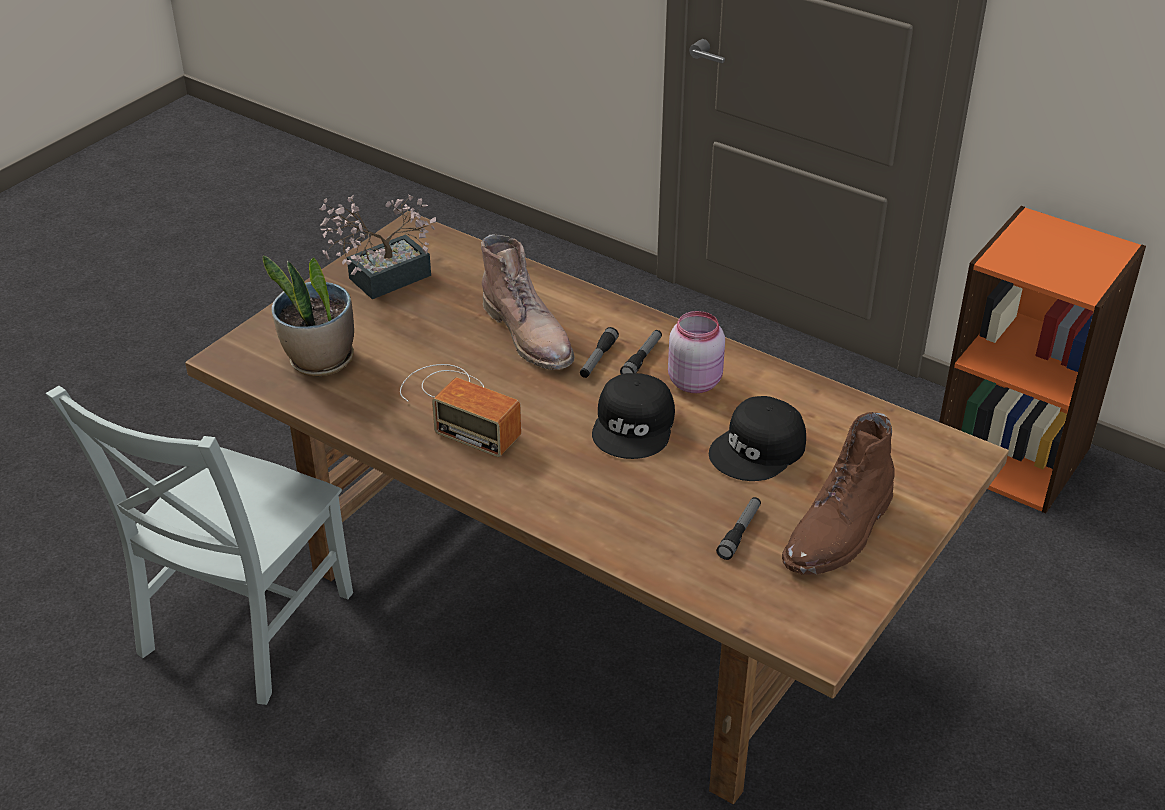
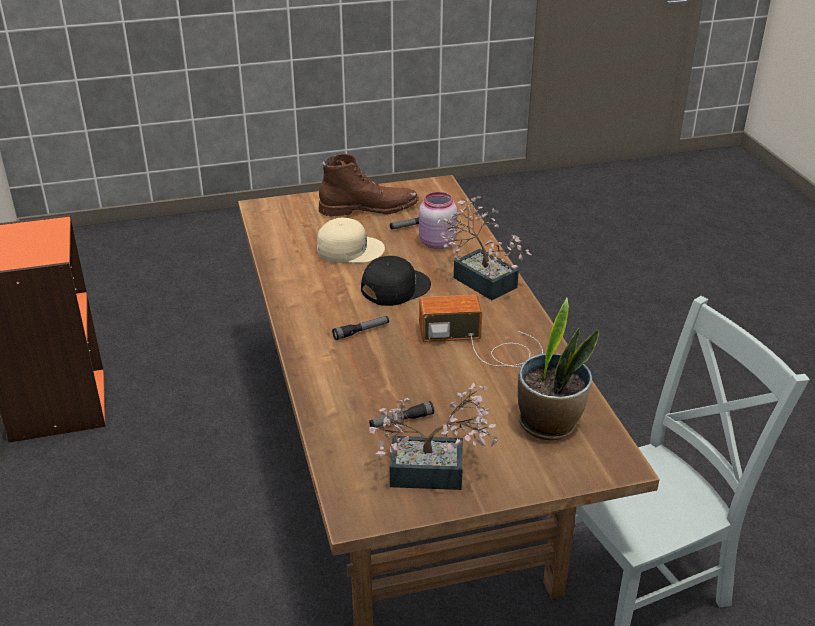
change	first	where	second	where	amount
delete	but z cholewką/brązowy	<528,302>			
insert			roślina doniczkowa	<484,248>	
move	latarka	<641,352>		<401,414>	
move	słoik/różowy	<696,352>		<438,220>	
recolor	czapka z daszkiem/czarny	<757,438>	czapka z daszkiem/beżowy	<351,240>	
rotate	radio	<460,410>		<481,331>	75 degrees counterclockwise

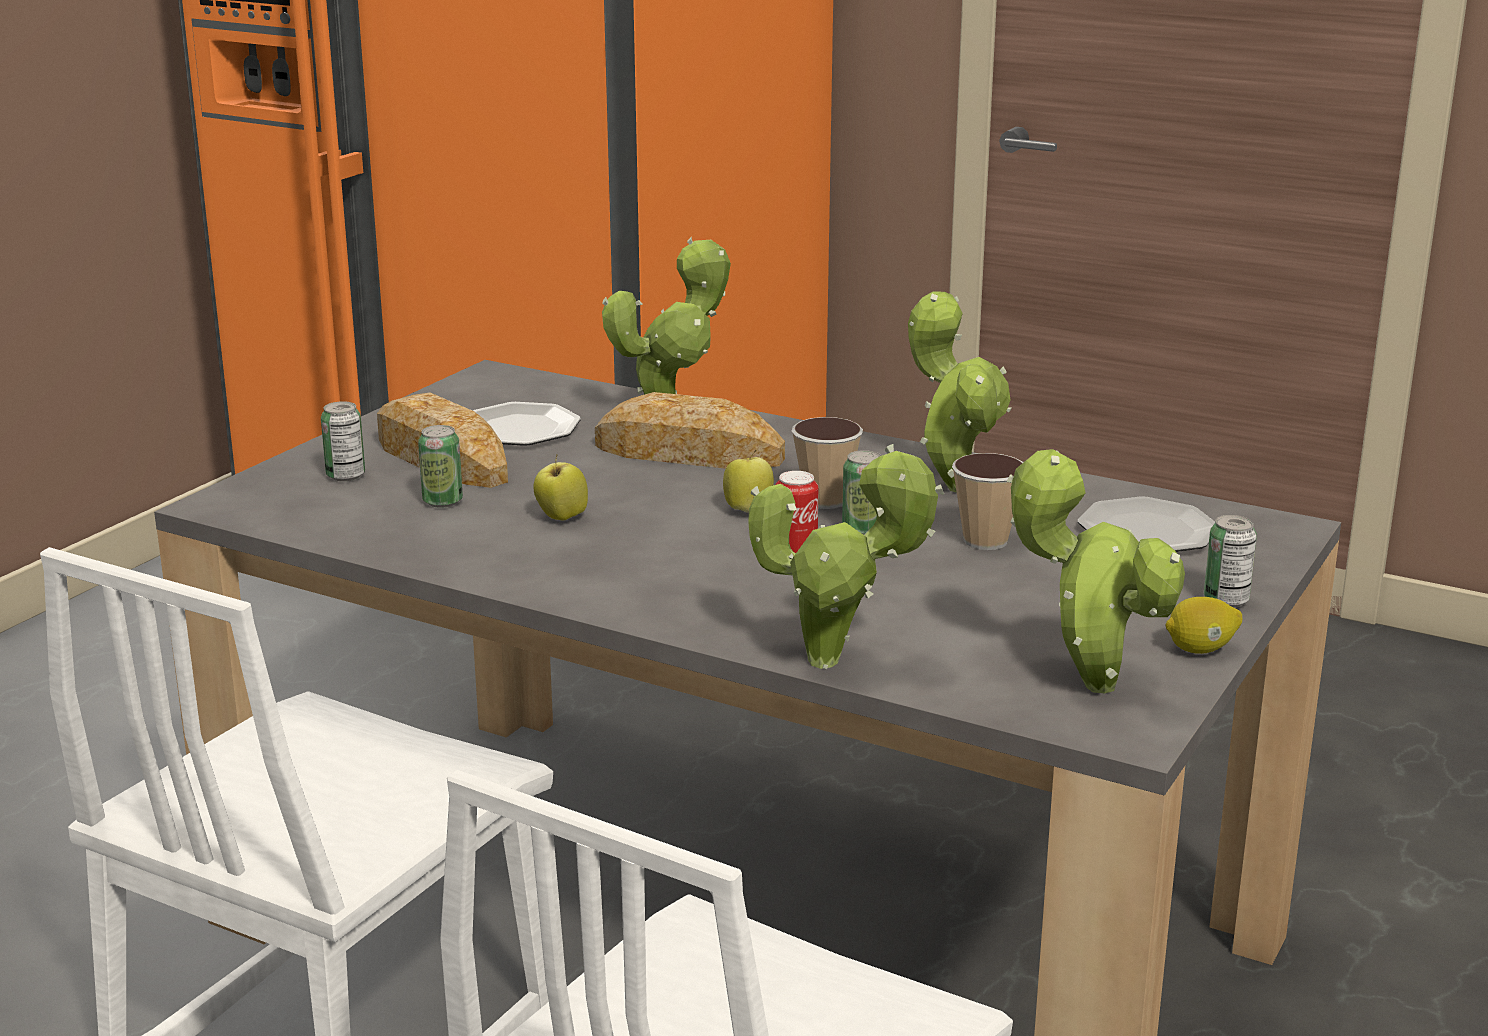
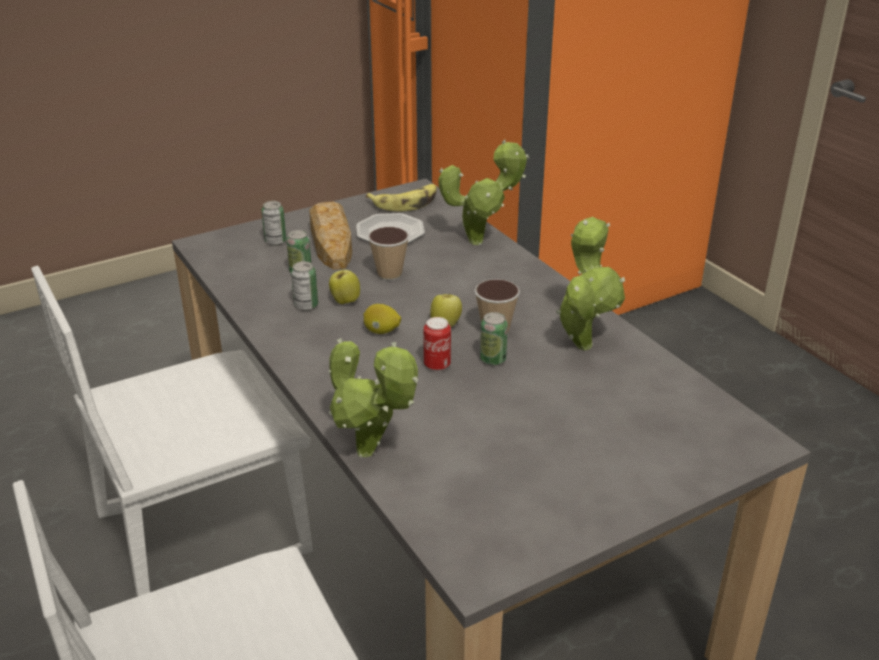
change	first	where	second	where	amount
delete	chleb	<690,430>			
delete	roślina doniczkowa	<1096,571>			
delete	talerz	<1146,524>			
insert			banan	<401,197>	
move	filiżanka	<987,501>		<388,254>	
move	cytryna	<1204,625>		<382,319>	
move	puszka	<1230,561>		<304,286>	

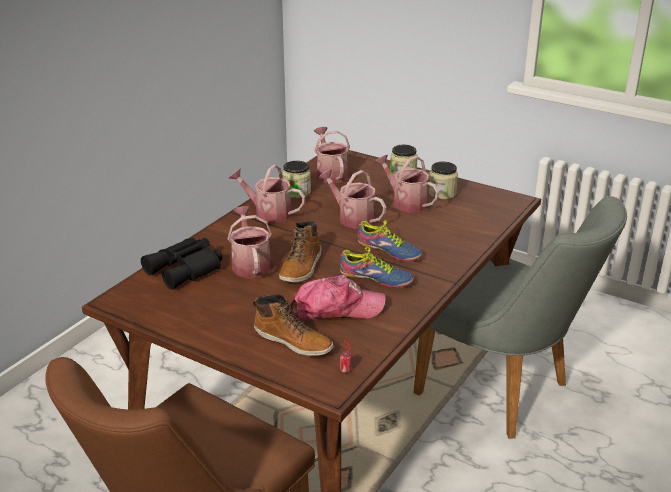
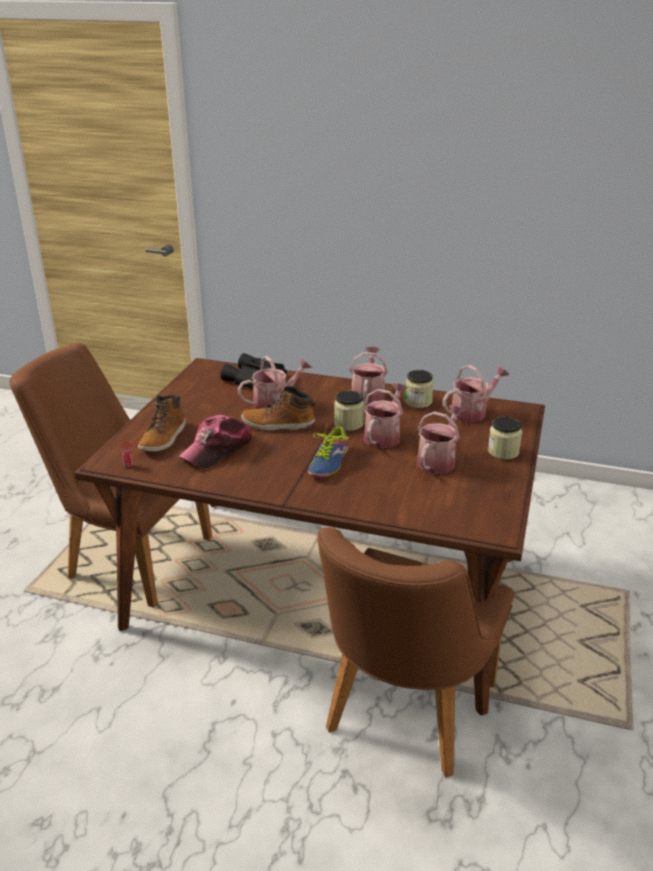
change	first	where	second	where	amount
delete	but	<377,267>			
move	słoik	<443,180>		<349,411>	
recolor	krzesło/szary	<520,318>	krzesło/brązowy	<415,652>	
rotate	czapka z daszkiem	<338,297>		<215,441>	60 degrees clockwise

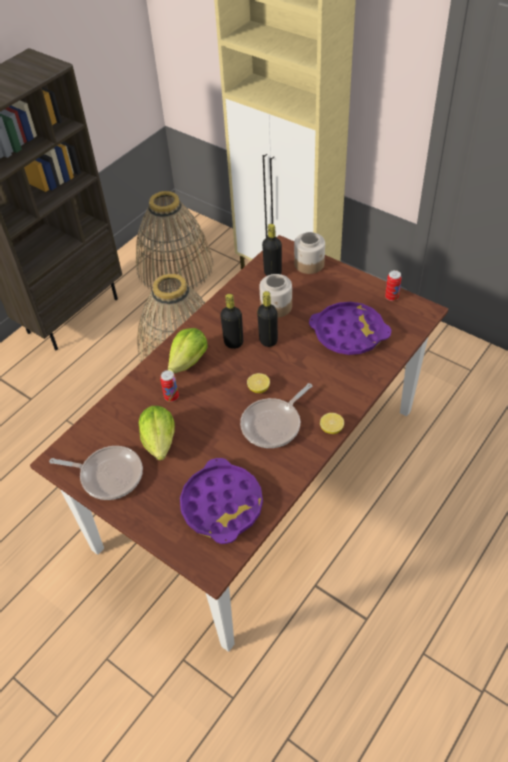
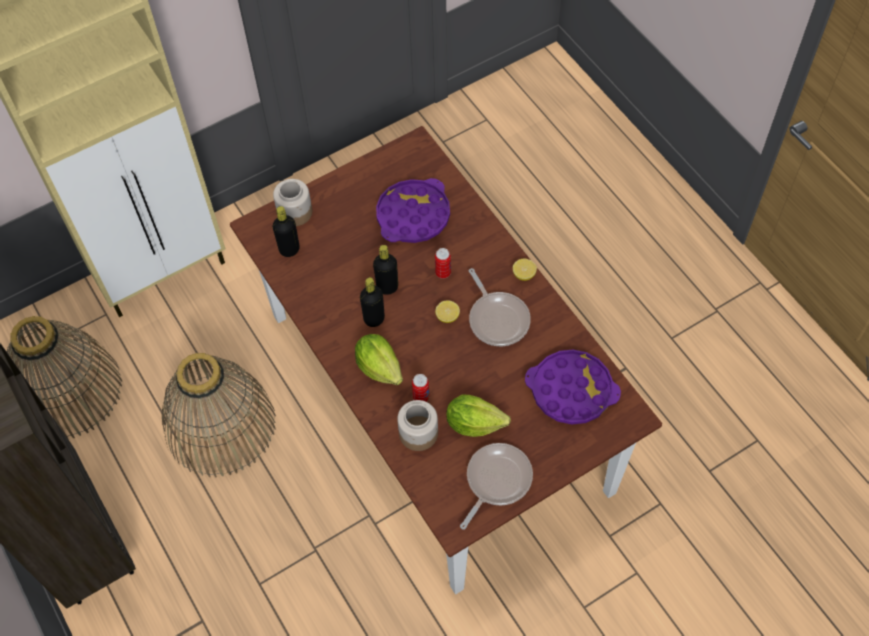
change	first	where	second	where	amount
move	słoik	<275,296>		<417,425>	
move	puszka	<393,285>		<443,263>	

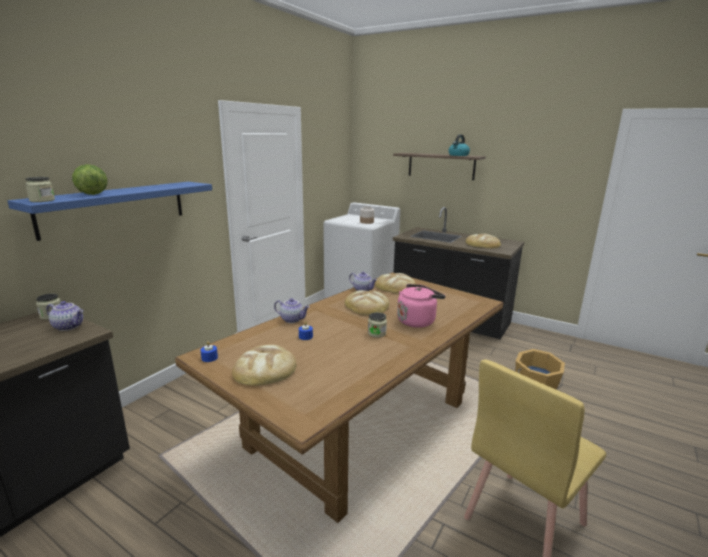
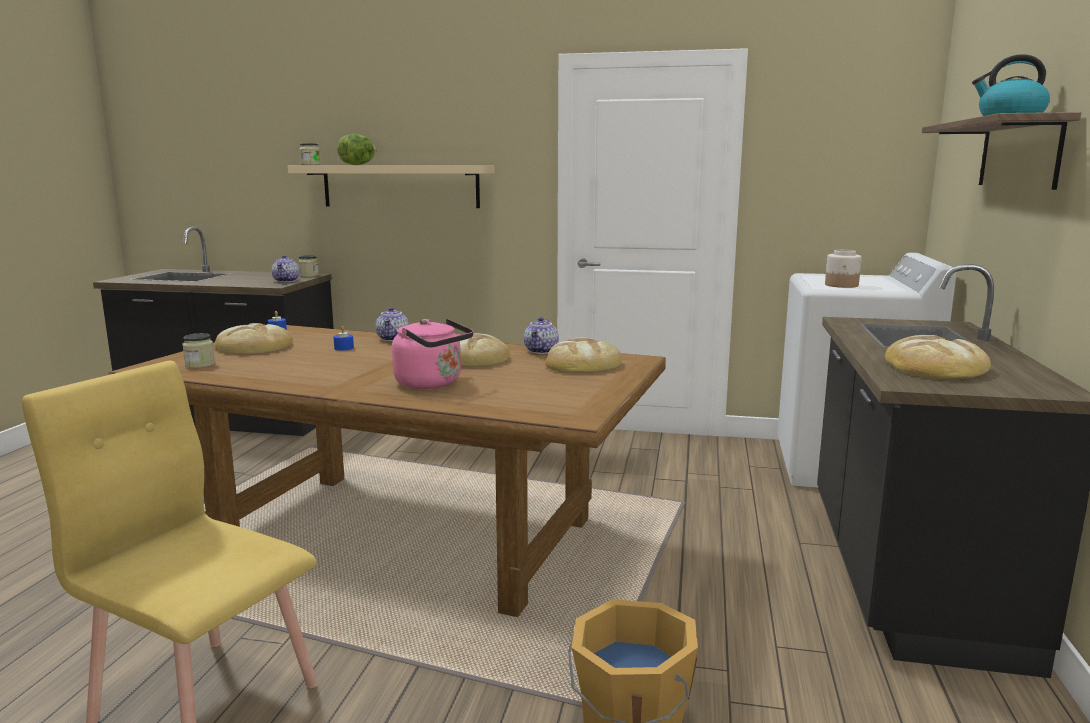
change	first	where	second	where	amount
move	słoik	<377,324>		<198,350>	
recolor	półka/niebieski	<110,211>	półka/beżowy	<390,186>	

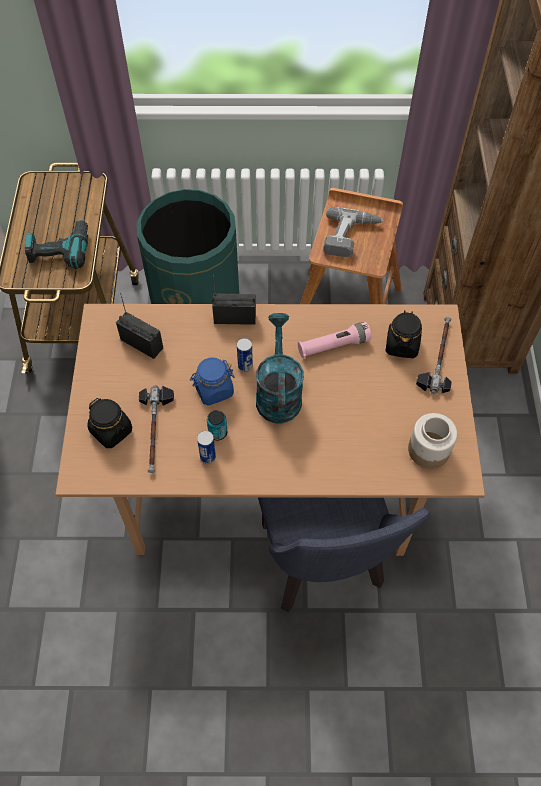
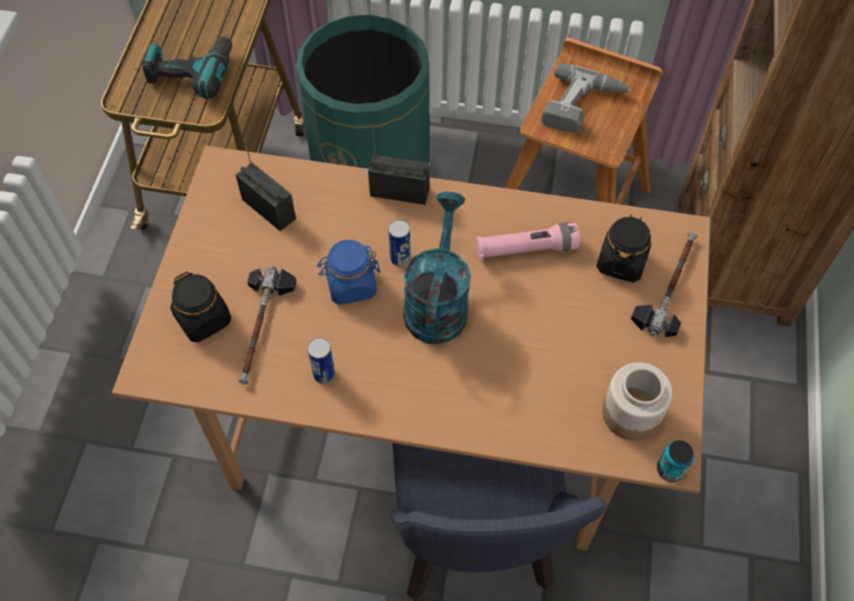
change	first	where	second	where	amount
move	puszka	<217,425>		<675,461>	

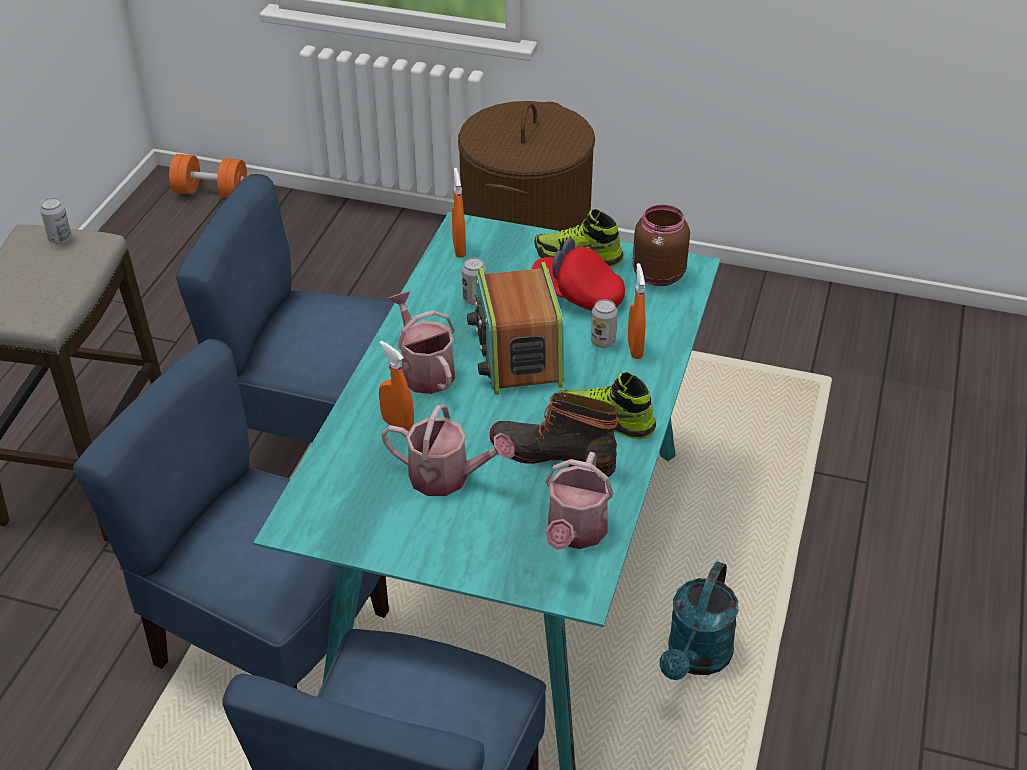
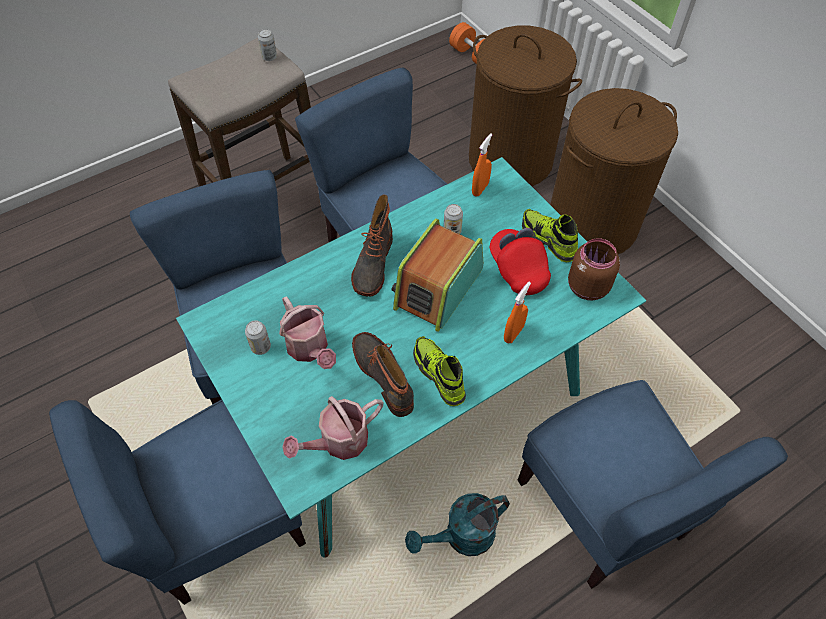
change	first	where	second	where	amount
delete	spryskiwacz/pomarańczowy	<396,387>			
insert			kosz na pranie/brązowy	<525,106>	
insert			krzesło/niebieski	<653,484>	
move	puszka	<604,324>		<258,337>	
replace	konewka	<421,342>	but z cholewką	<372,246>	

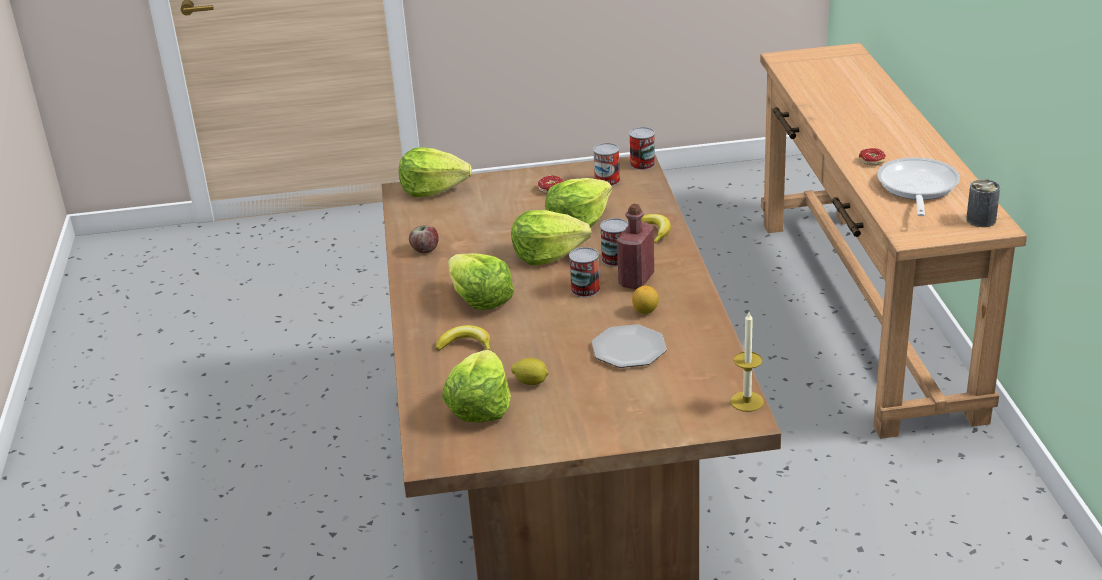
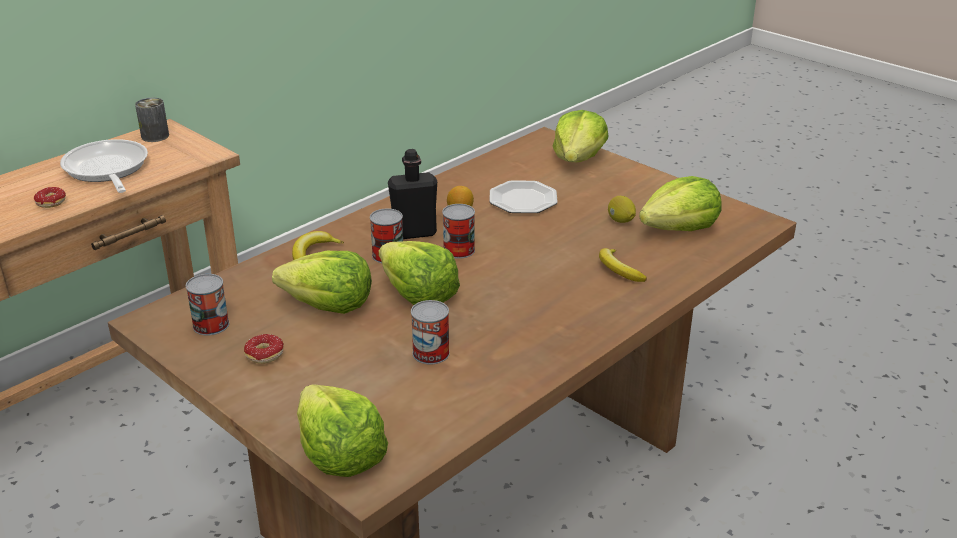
change	first	where	second	where	amount
delete	jabłko	<424,239>			
delete	świeca	<747,362>			
move	sałata	<481,281>		<580,136>	
move	puszka	<642,148>		<430,332>	
recolor	butelka/czerwony	<635,246>	butelka/czarny	<412,194>	
rotate	patelnia	<918,186>		<104,166>	90 degrees clockwise

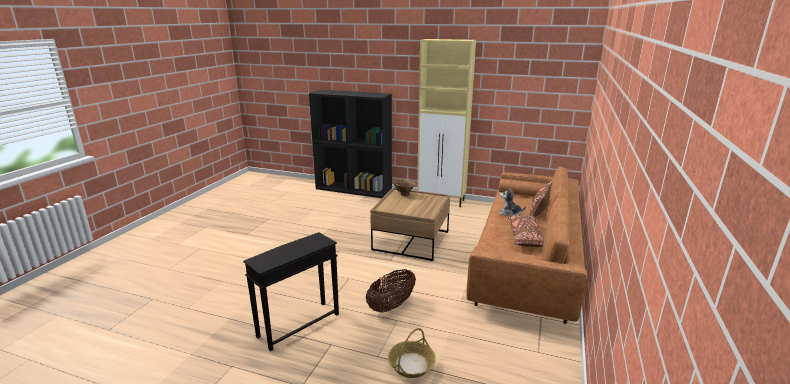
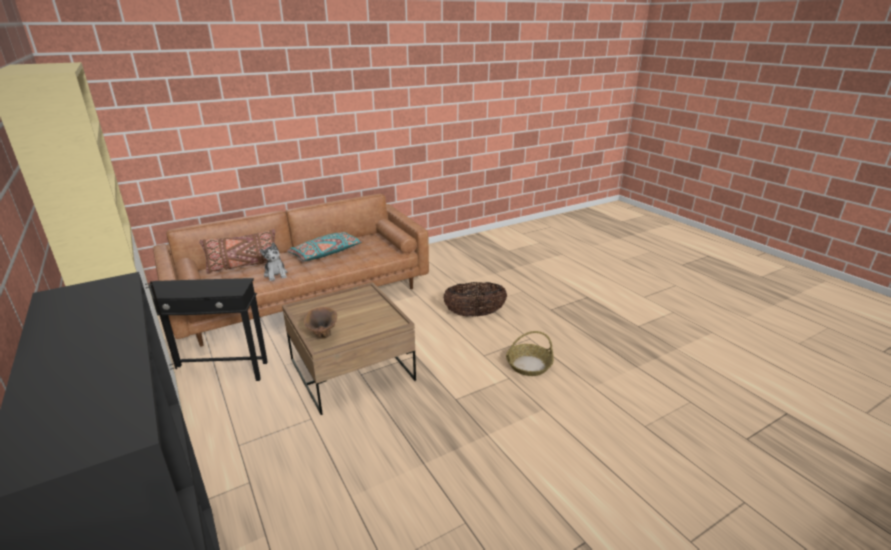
change	first	where	second	where	amount
move	stolik/czarny	<291,291>		<208,329>	
move	koszyk	<412,353>		<530,353>	
recolor	poduszka/brązowy	<526,231>	poduszka/turkusowy	<324,246>	

